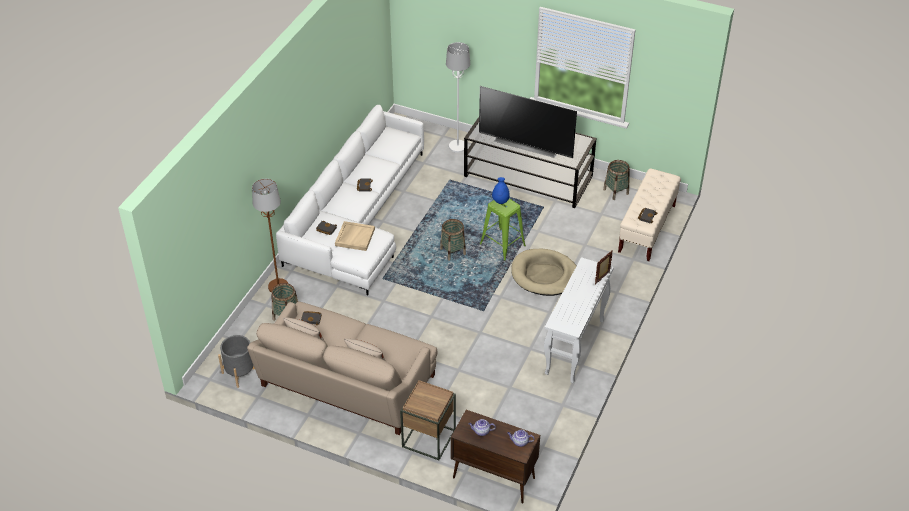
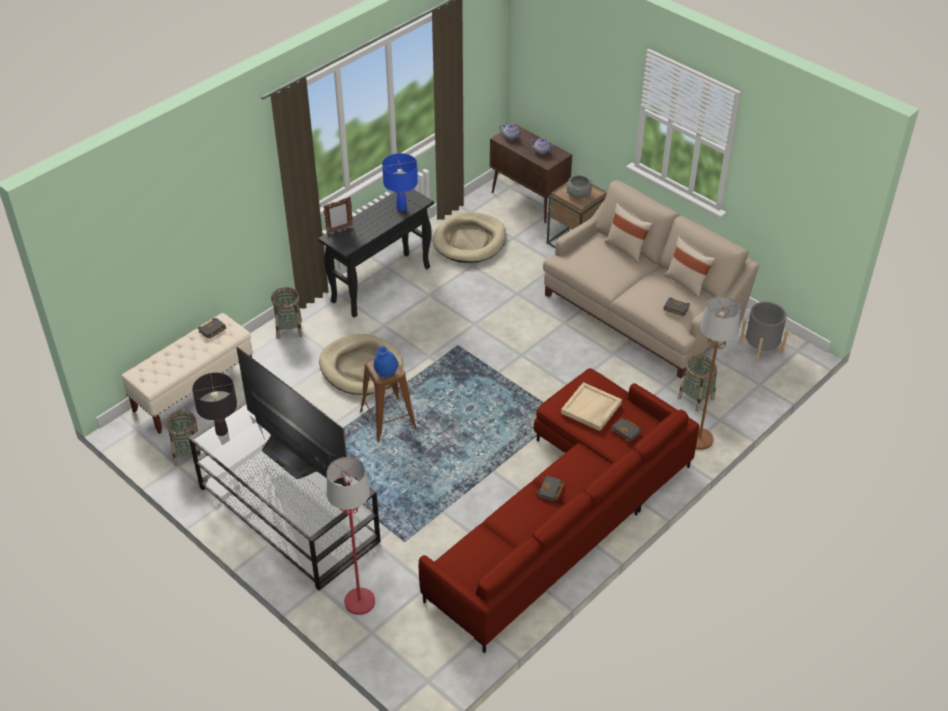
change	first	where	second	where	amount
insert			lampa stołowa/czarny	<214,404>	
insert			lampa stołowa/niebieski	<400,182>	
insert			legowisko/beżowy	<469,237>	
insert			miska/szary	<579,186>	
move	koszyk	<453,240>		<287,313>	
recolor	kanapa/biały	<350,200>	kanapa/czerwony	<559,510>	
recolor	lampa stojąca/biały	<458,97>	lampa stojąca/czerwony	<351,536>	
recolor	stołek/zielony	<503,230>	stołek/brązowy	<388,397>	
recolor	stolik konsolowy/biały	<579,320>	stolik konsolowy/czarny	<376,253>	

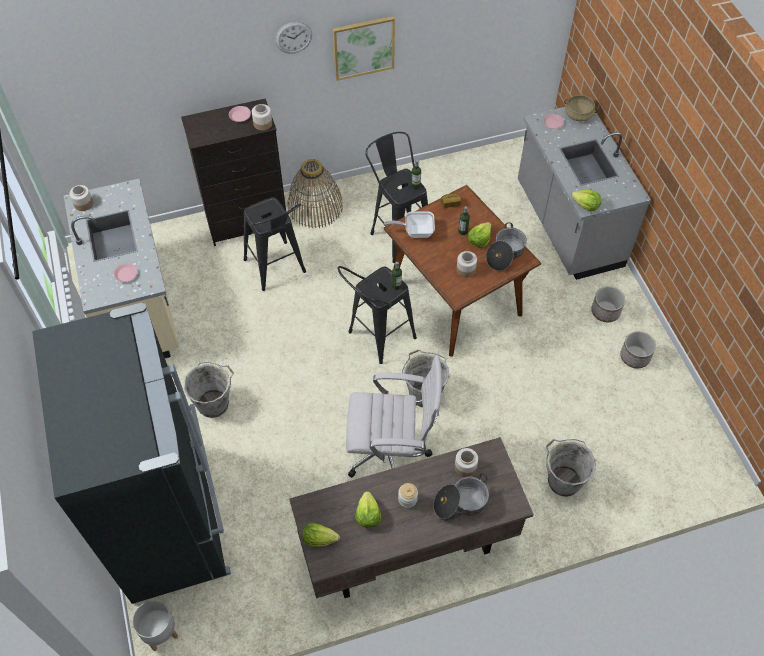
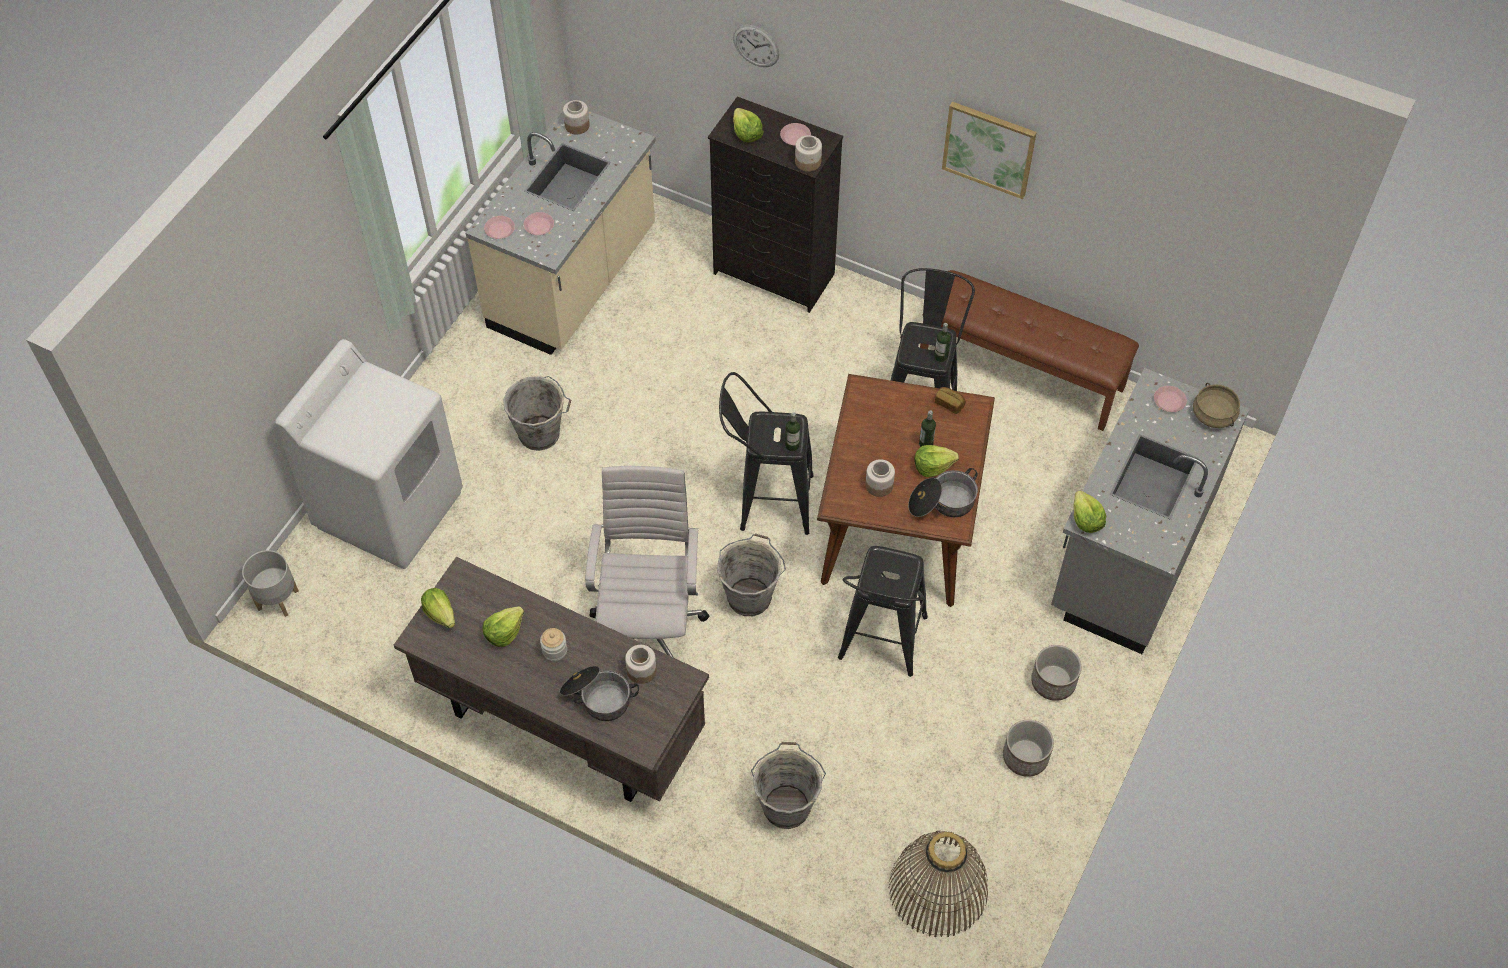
change	first	where	second	where	amount
delete	patelnia	<409,224>			
insert			talerz/różowy	<499,227>	
insert			sałata	<748,125>	
insert			ławka/brązowy	<1029,350>	
move	stołek/czarny	<275,244>		<883,611>	
move	zegar ścienny	<293,38>		<756,46>	
move	koszyk	<315,194>		<938,884>	
replace	lodówka/czarny	<131,453>	pralka/biały	<369,454>	
rotate	krzesło biurowe/biały	<394,416>		<647,562>	135 degrees counterclockwise

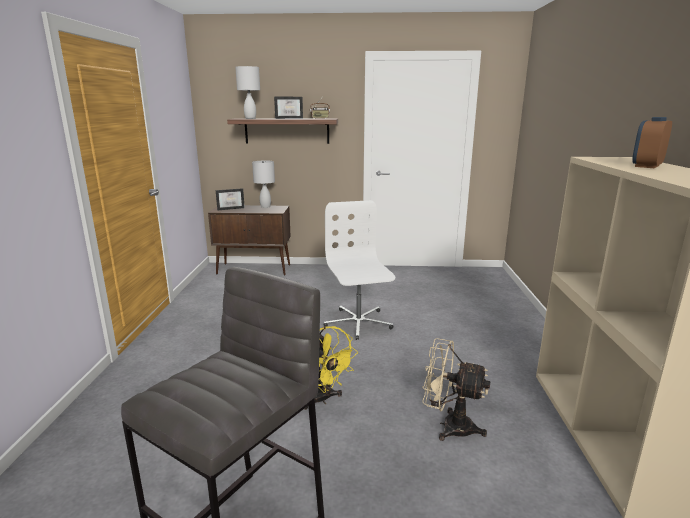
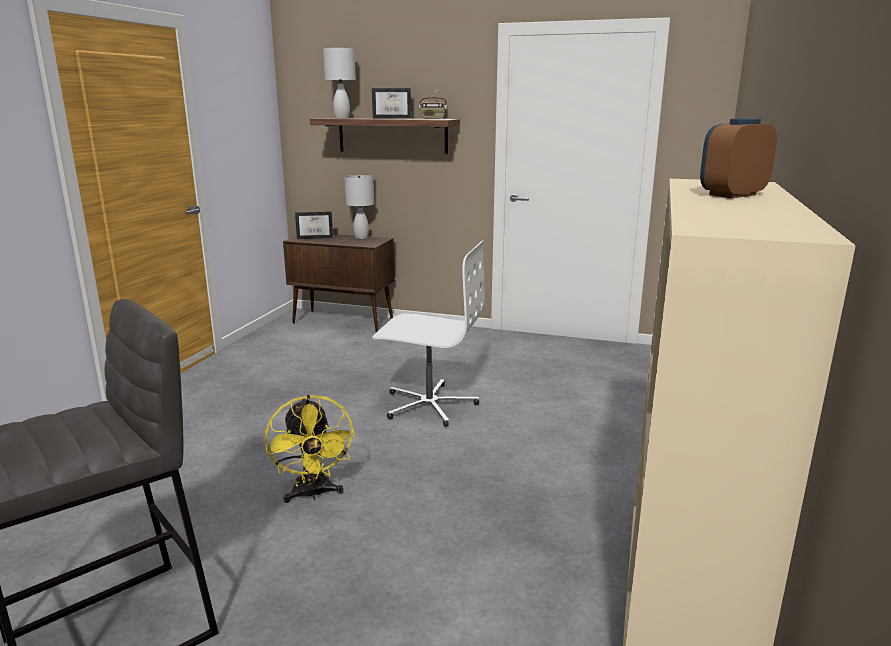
change	first	where	second	where	amount
delete	wentylator/beżowy	<456,389>			
rotate	krzesło biurowe/biały	<360,270>		<428,333>	105 degrees clockwise

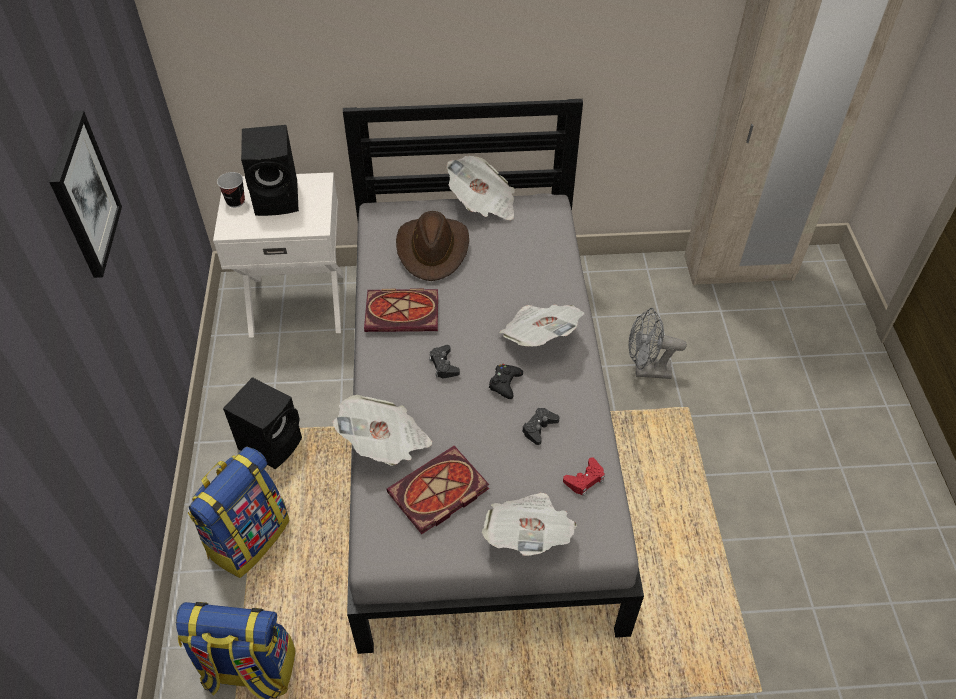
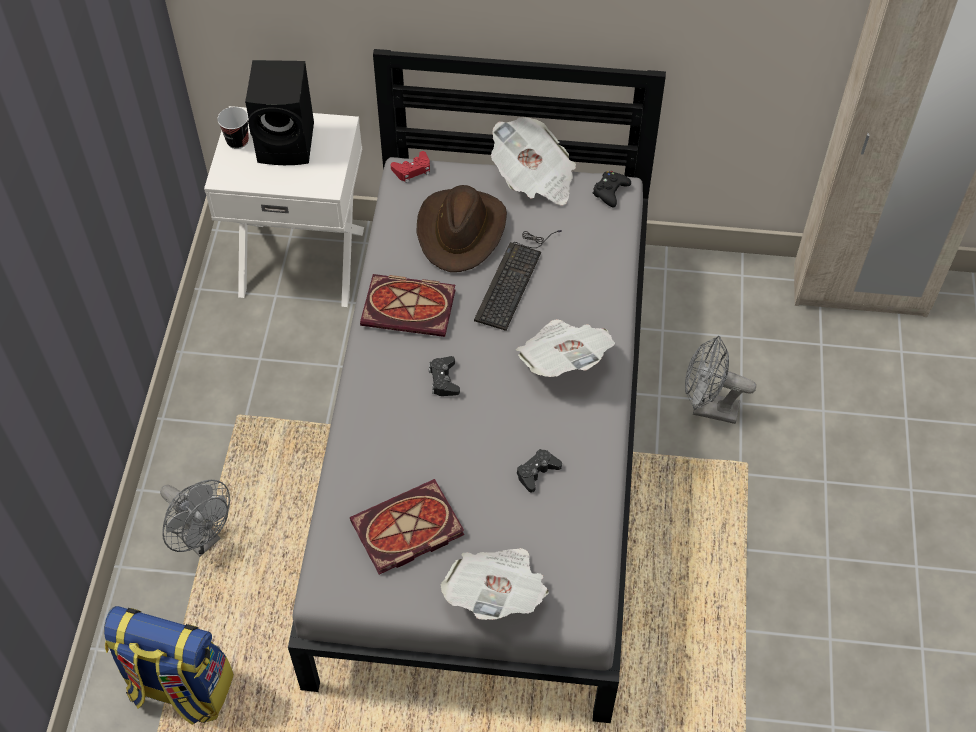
change	first	where	second	where	amount
delete	obraz	<85,194>			
delete	głośnik/czarny	<262,423>			
delete	gazeta	<382,430>			
insert			klawiatura	<518,280>	
move	pad do gier/czarny	<505,381>		<612,189>	
move	pad do gier/czerwony	<584,476>		<410,167>	
replace	plecak	<239,512>	wentylator/szary	<195,518>	

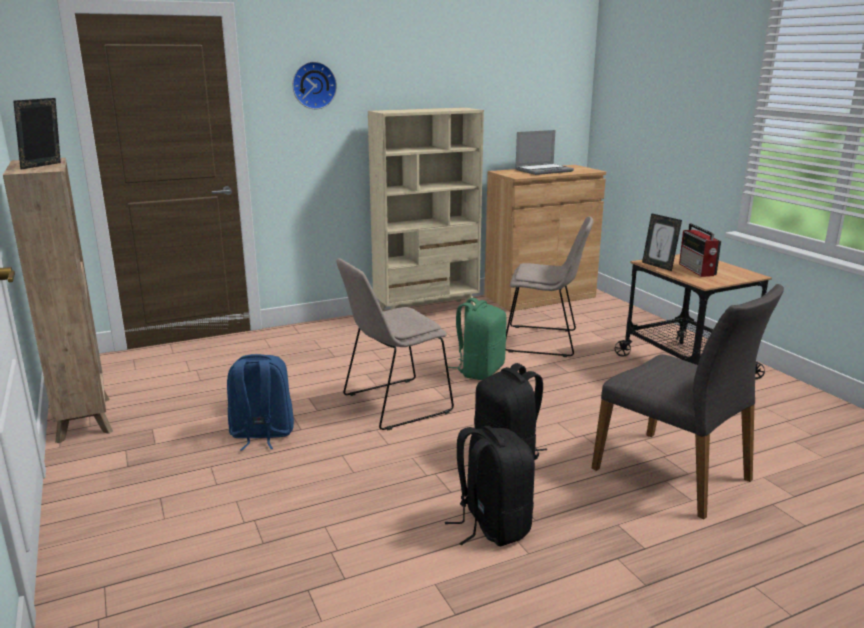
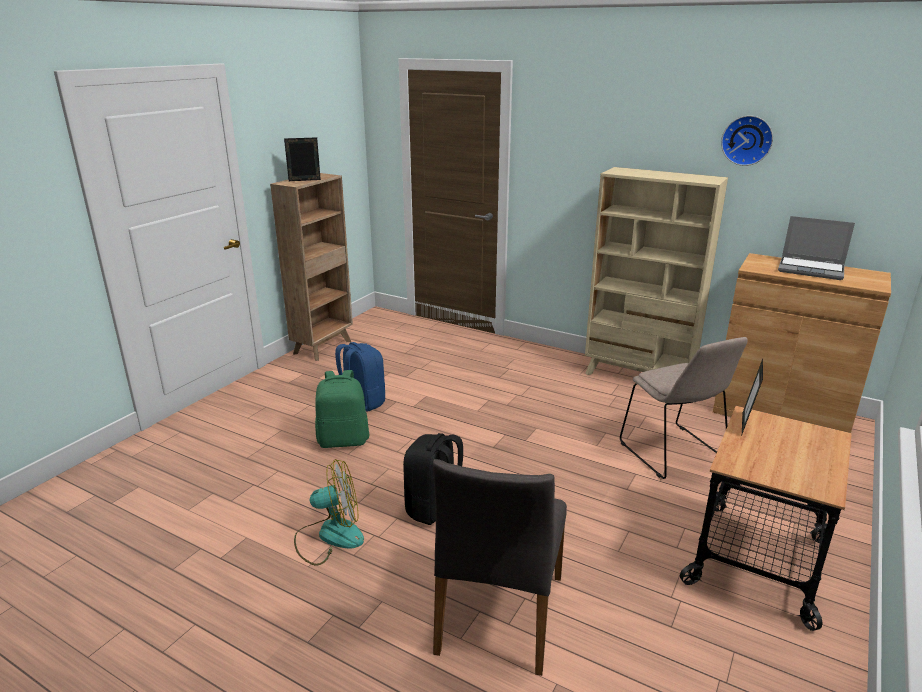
change	first	where	second	where	amount
delete	krzesło/beżowy	<395,344>			
delete	radio	<700,250>			
move	zegar ścienny	<314,85>		<747,140>	
move	plecak/zielony	<477,339>		<342,409>	
replace	plecak/czarny	<490,486>	wentylator	<329,512>	

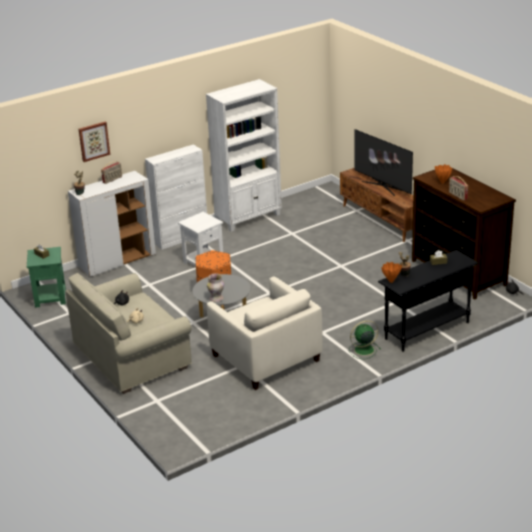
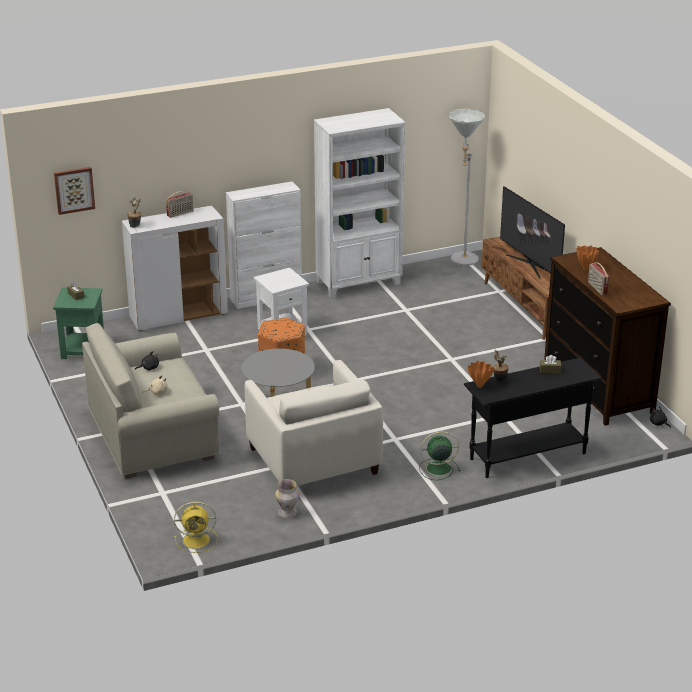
change	first	where	second	where	amount
insert			wentylator/żółty	<196,527>	
insert			lampa stojąca/szary	<467,187>	
move	obraz	<94,142>		<74,191>	
move	wazon	<215,287>		<287,498>	

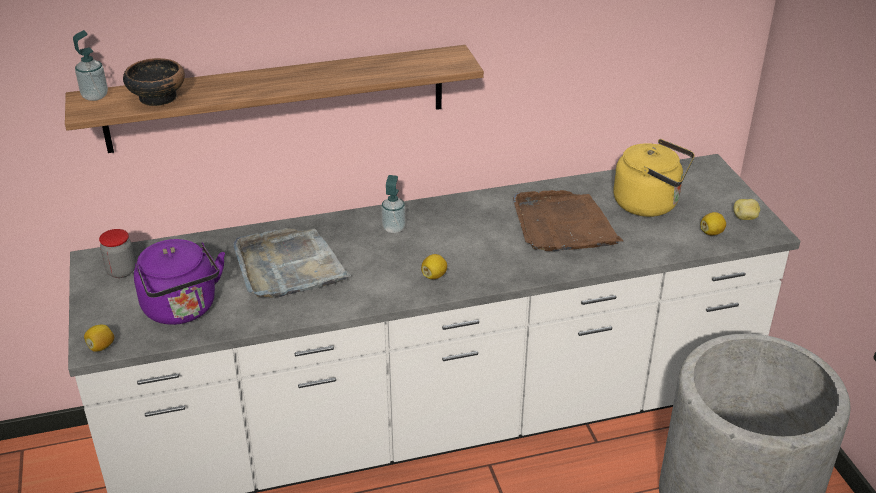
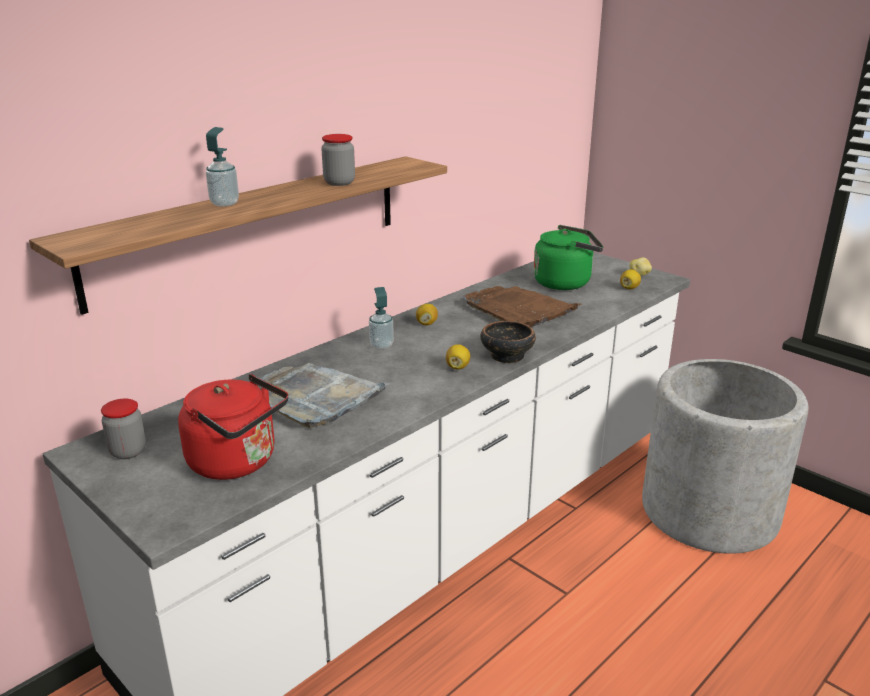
change	first	where	second	where	amount
insert			słoik	<338,160>	
move	dozownik mydła	<90,65>		<222,167>	
move	cytryna	<99,338>		<427,314>	
move	miska	<154,82>		<508,342>	
recolor	czajnik/fioletowy	<179,282>	czajnik/czerwony	<233,427>	
recolor	czajnik/żółty	<653,178>	czajnik/zielony	<568,257>	

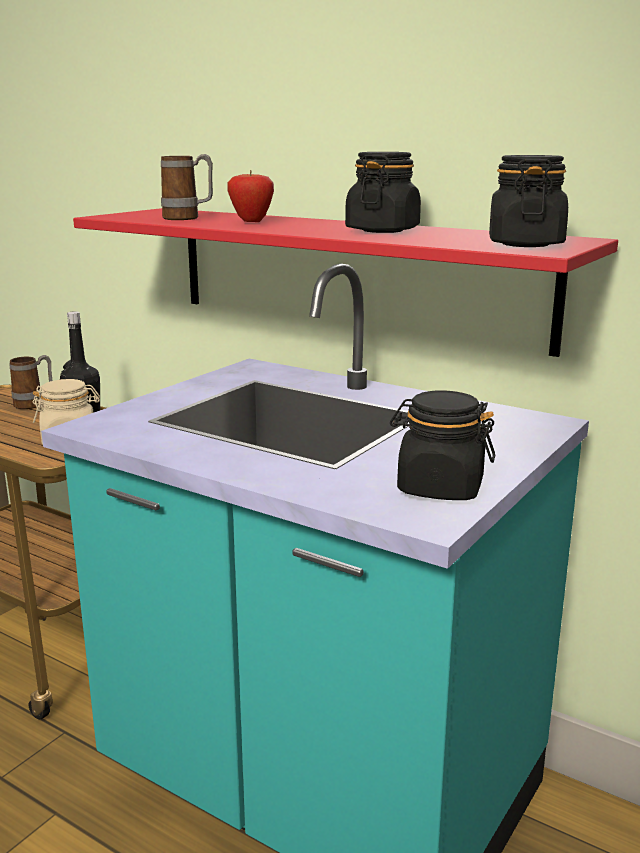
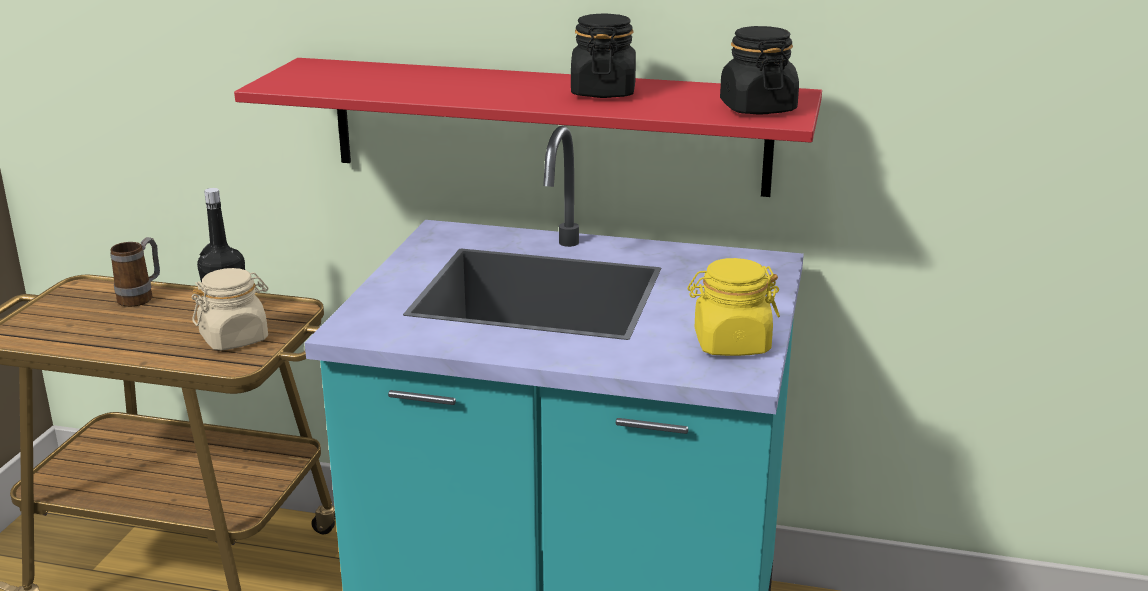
change	first	where	second	where	amount
delete	kubek	<187,187>			
delete	jabłko	<251,196>			
recolor	słoik/czarny	<442,445>	słoik/żółty	<733,307>	

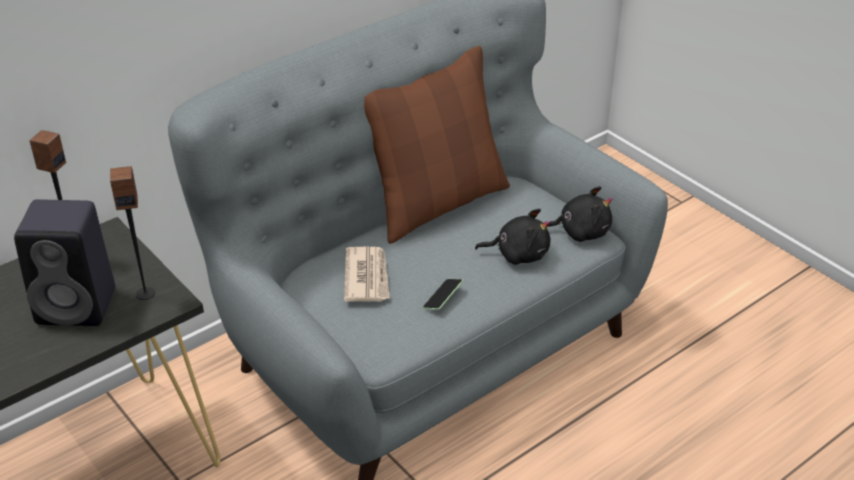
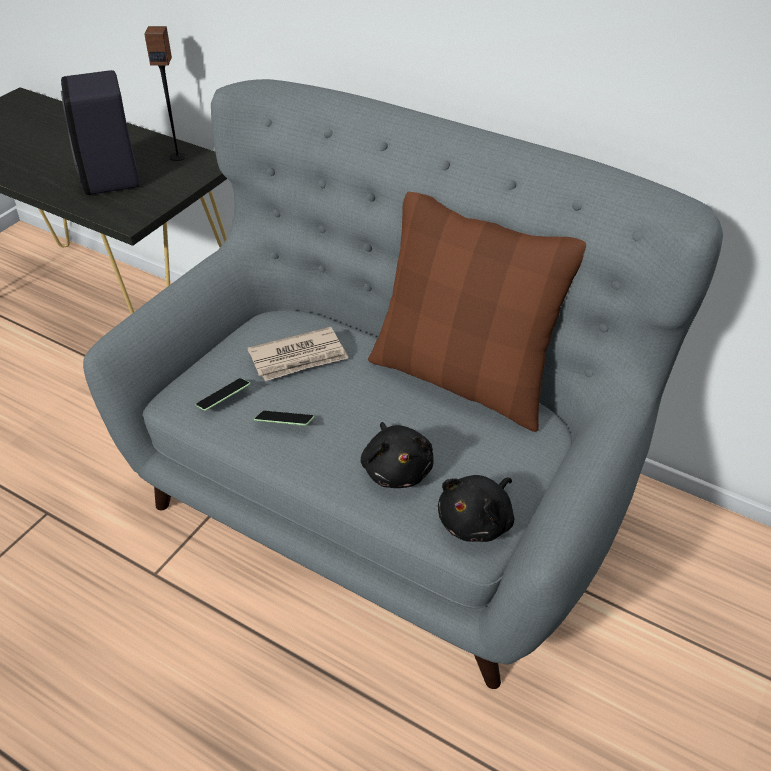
change	first	where	second	where	amount
delete	głośnik	<132,233>			
insert			telefon	<223,394>	
rotate	pluszak/czarny	<578,214>		<476,508>	60 degrees clockwise

